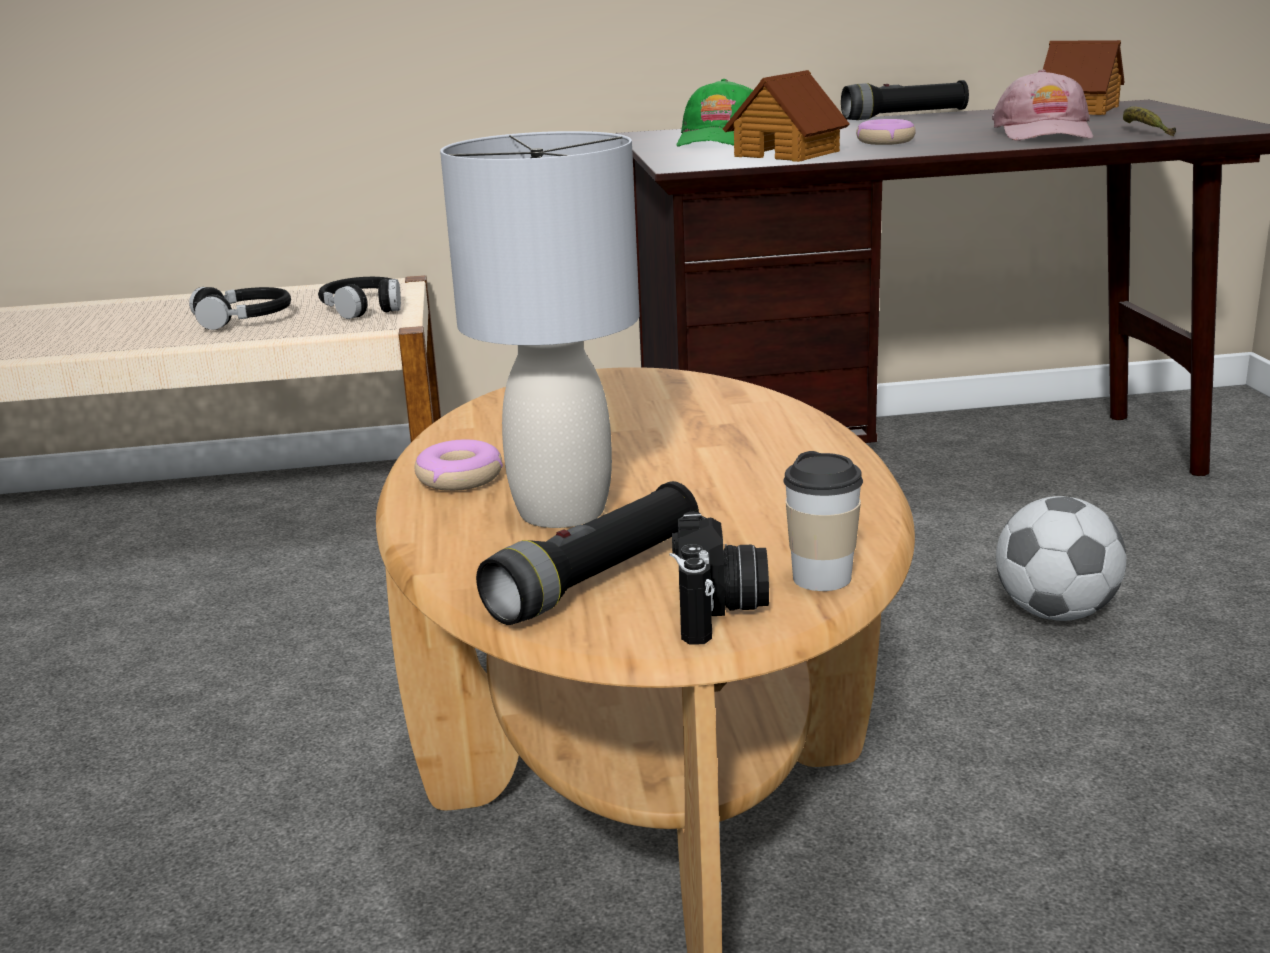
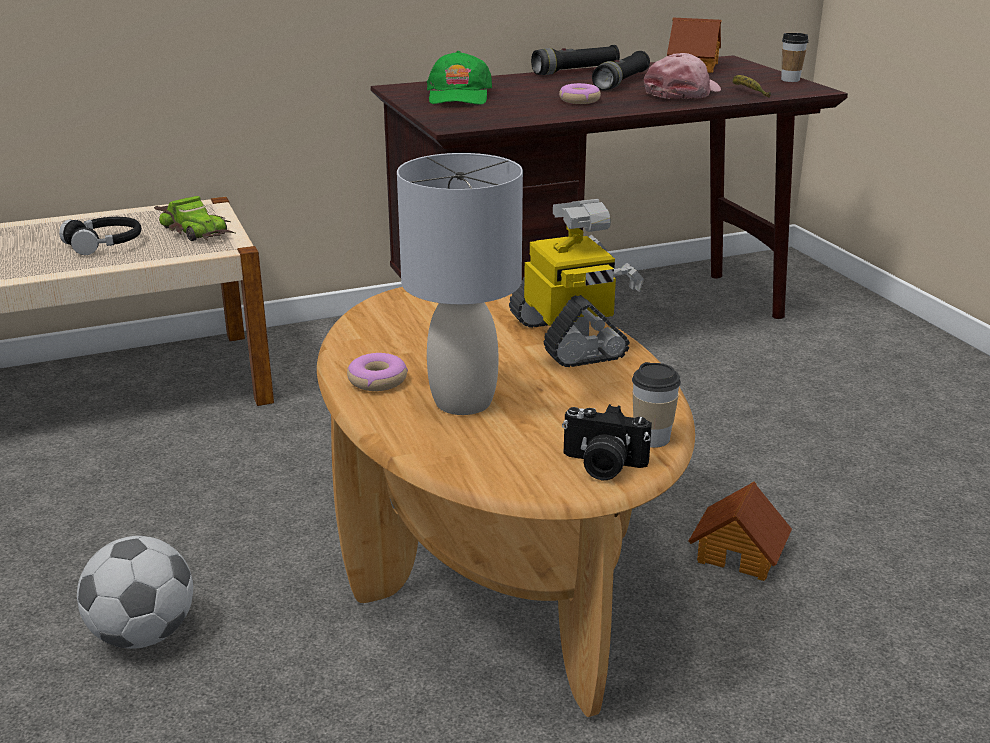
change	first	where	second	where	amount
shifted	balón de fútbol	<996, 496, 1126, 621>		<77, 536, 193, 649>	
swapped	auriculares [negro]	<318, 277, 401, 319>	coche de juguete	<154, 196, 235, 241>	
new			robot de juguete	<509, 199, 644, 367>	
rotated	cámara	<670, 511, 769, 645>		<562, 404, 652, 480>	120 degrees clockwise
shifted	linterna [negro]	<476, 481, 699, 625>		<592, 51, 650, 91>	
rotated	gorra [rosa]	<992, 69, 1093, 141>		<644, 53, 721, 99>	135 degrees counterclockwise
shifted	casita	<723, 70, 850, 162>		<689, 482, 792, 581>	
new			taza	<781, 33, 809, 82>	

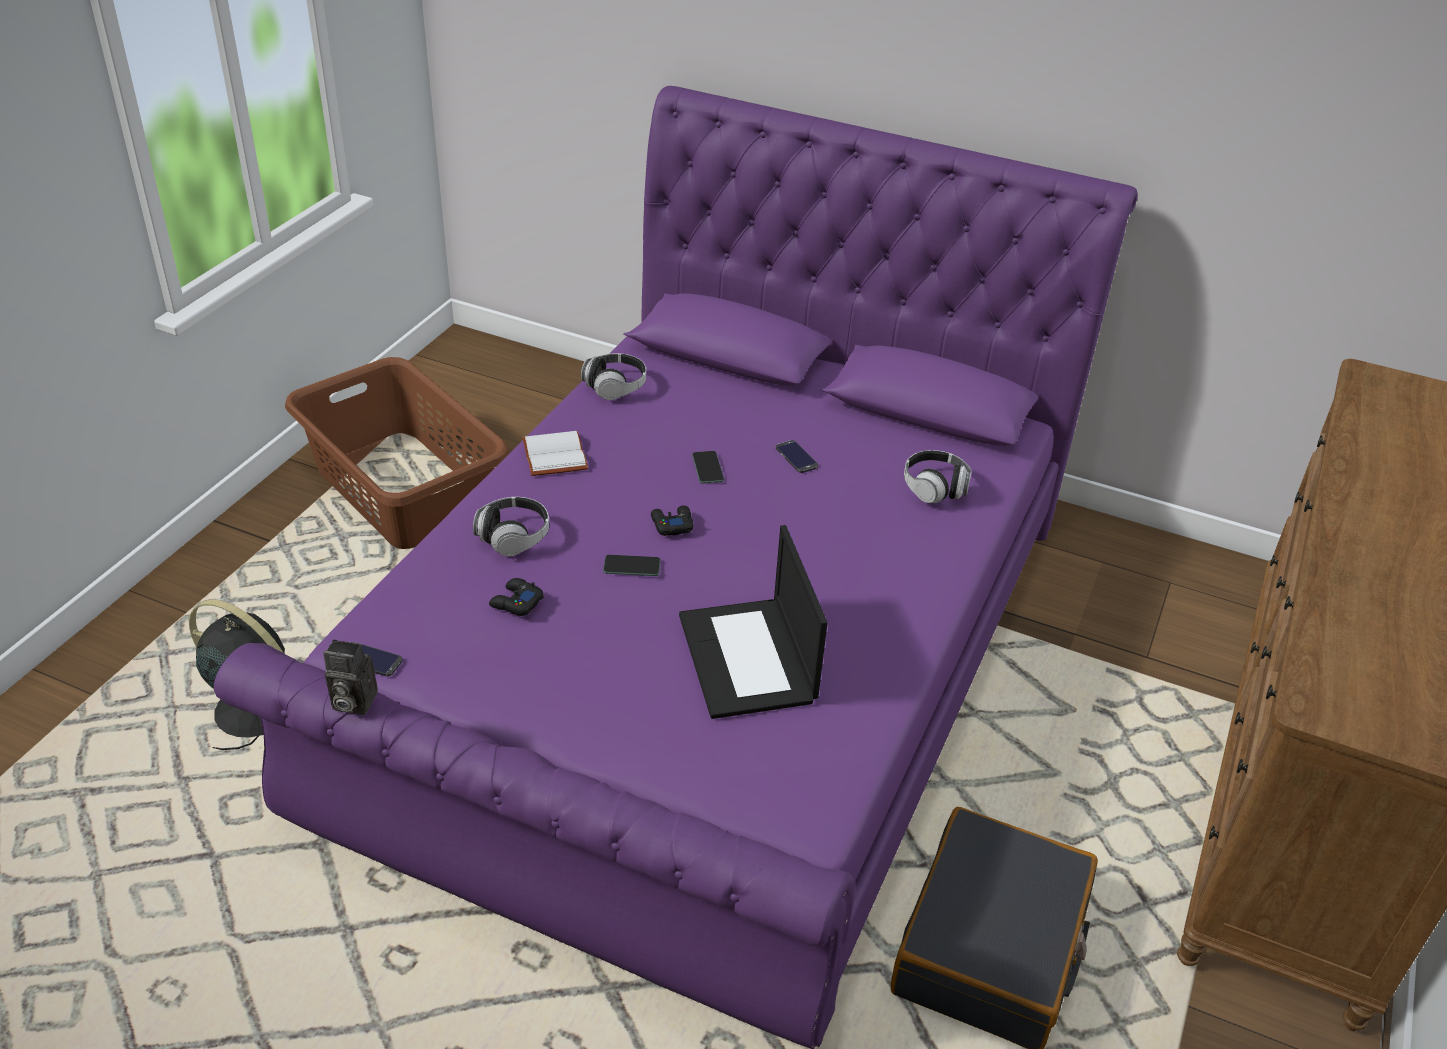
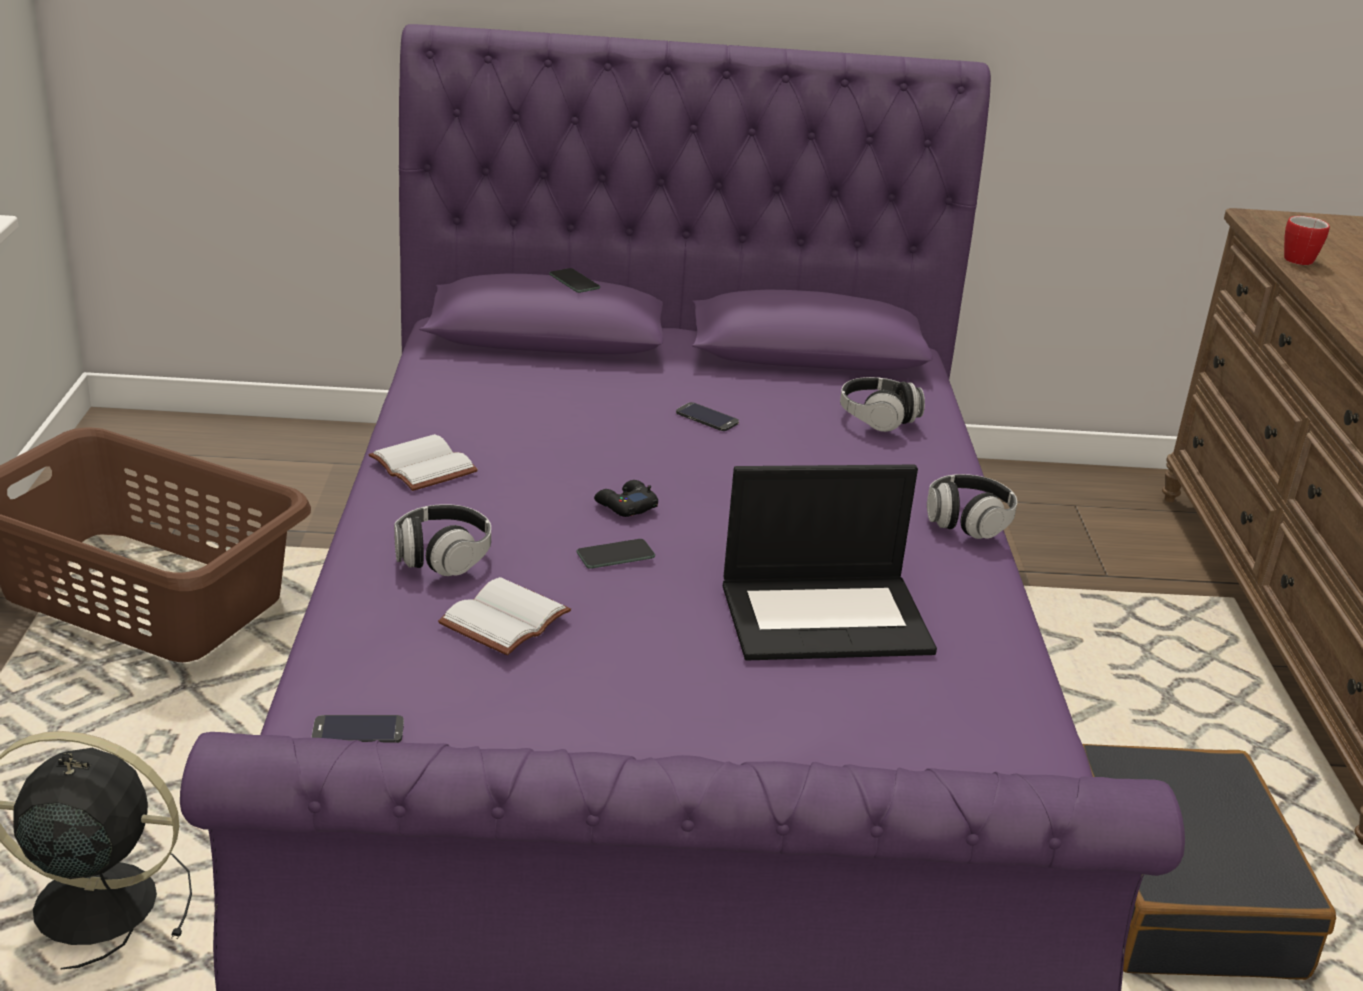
change	first	where	second	where	amount
swapped	mando de consola [negro]	<489, 578, 544, 616>	libro [blanco]	<438, 577, 571, 655>	
shifted	móvil	<692, 451, 724, 484>		<549, 268, 600, 293>	
rotated	portátil	<679, 525, 828, 719>		<723, 465, 937, 660>	60 degrees counterclockwise
shifted	auriculares	<581, 353, 646, 400>		<927, 474, 1017, 539>	
new			taza grande	<1284, 215, 1330, 265>	
gone	cámara	<323, 640, 378, 715>			

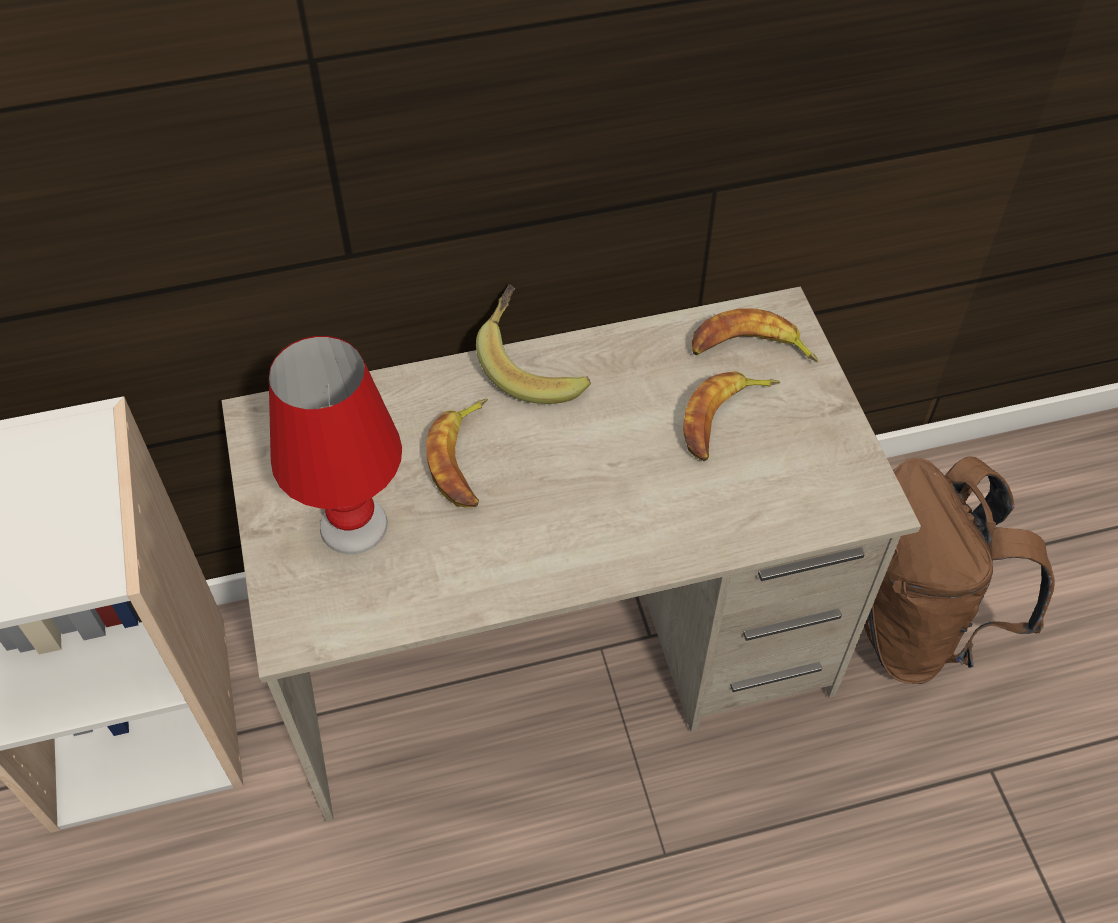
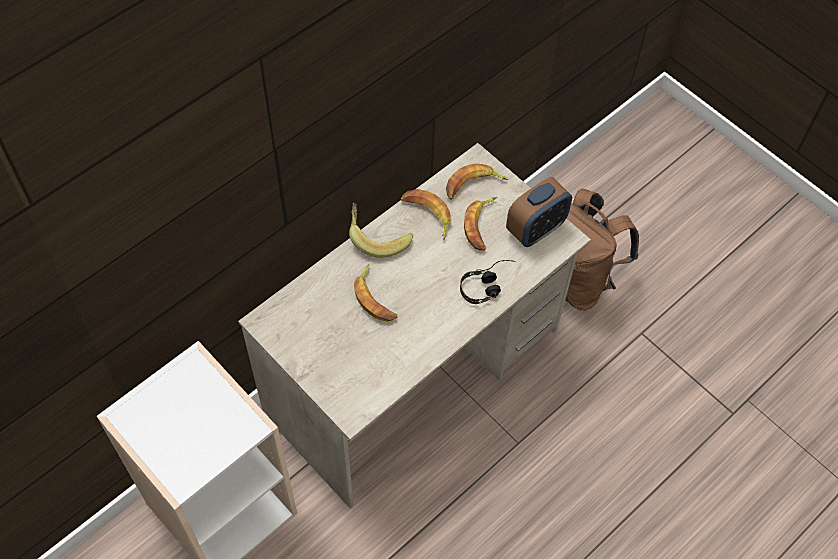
change	first	where	second	where	amount
new			plátano	<401, 189, 452, 240>	
new			auriculares	<460, 260, 516, 304>	
new			despertador	<506, 177, 572, 247>	
gone	lámpara de mesa [rojo]	<269, 336, 402, 554>			

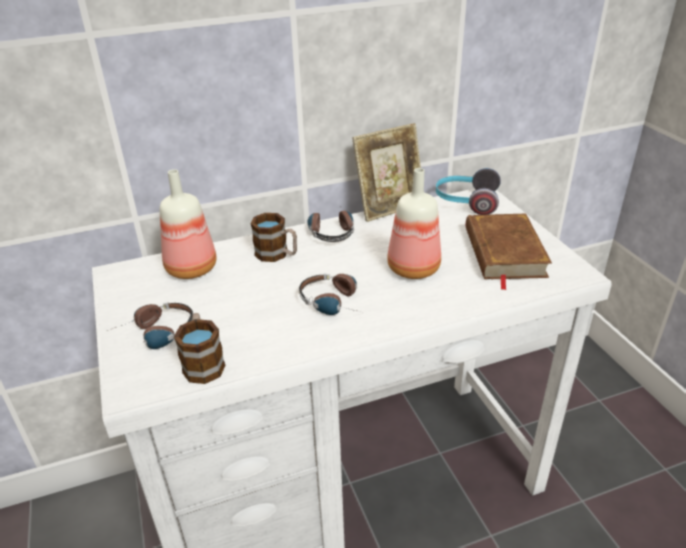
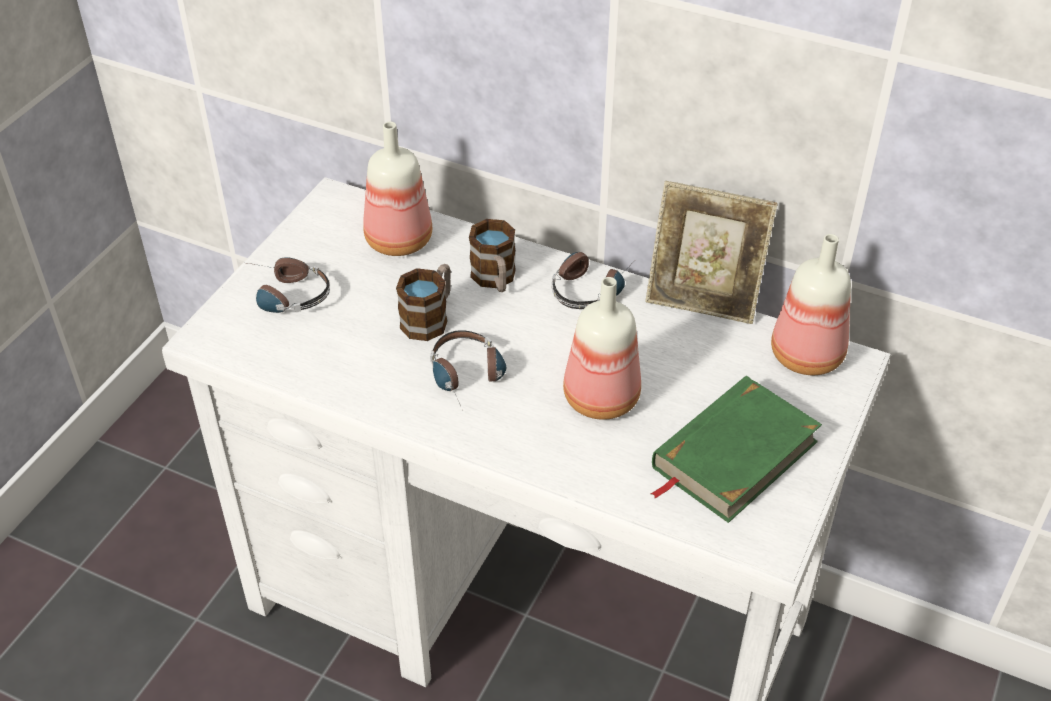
change	first	where	second	where	amount
shifted	taza grande	<174, 313, 225, 384>		<396, 264, 451, 341>	
repainted	libro [marrón]	<466, 214, 552, 290>	libro [verde]	<651, 376, 822, 523>	
swapped	auriculares	<436, 168, 501, 215>	botella	<771, 234, 851, 375>	

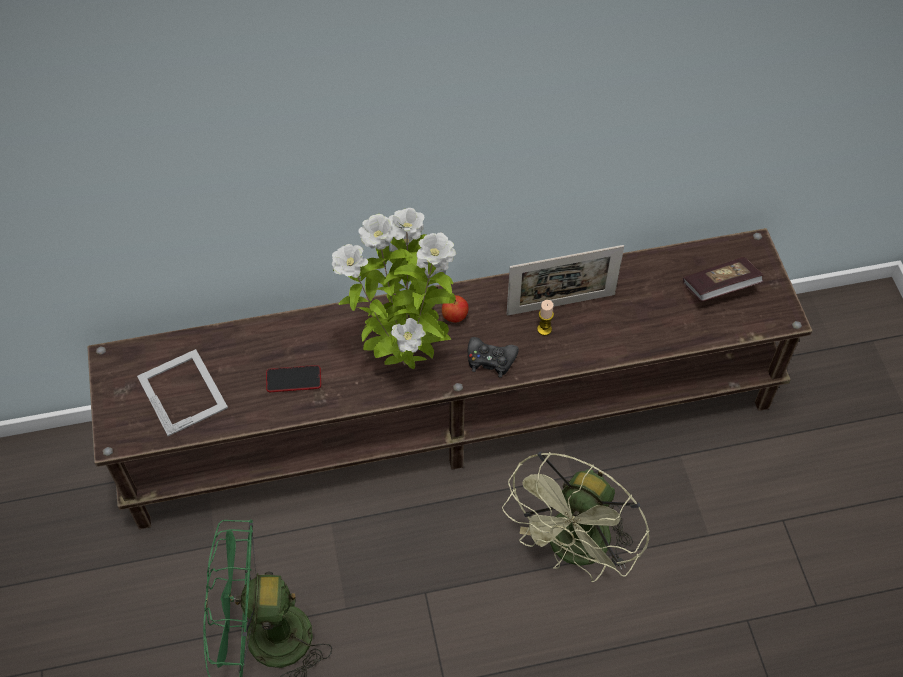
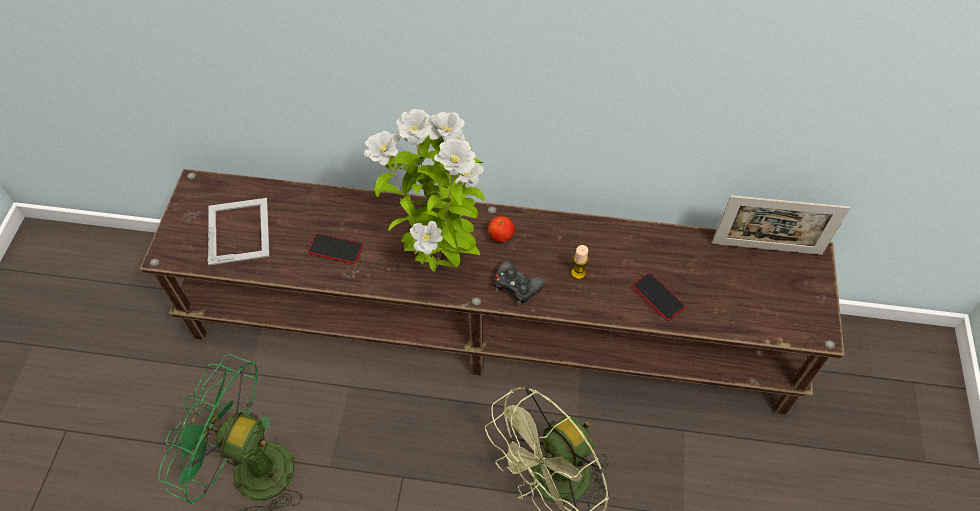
change	first	where	second	where	amount
new			móvil	<632, 273, 685, 321>	
shifted	portarretratos	<507, 245, 624, 316>		<712, 195, 850, 255>	
gone	libro	<683, 257, 764, 302>			

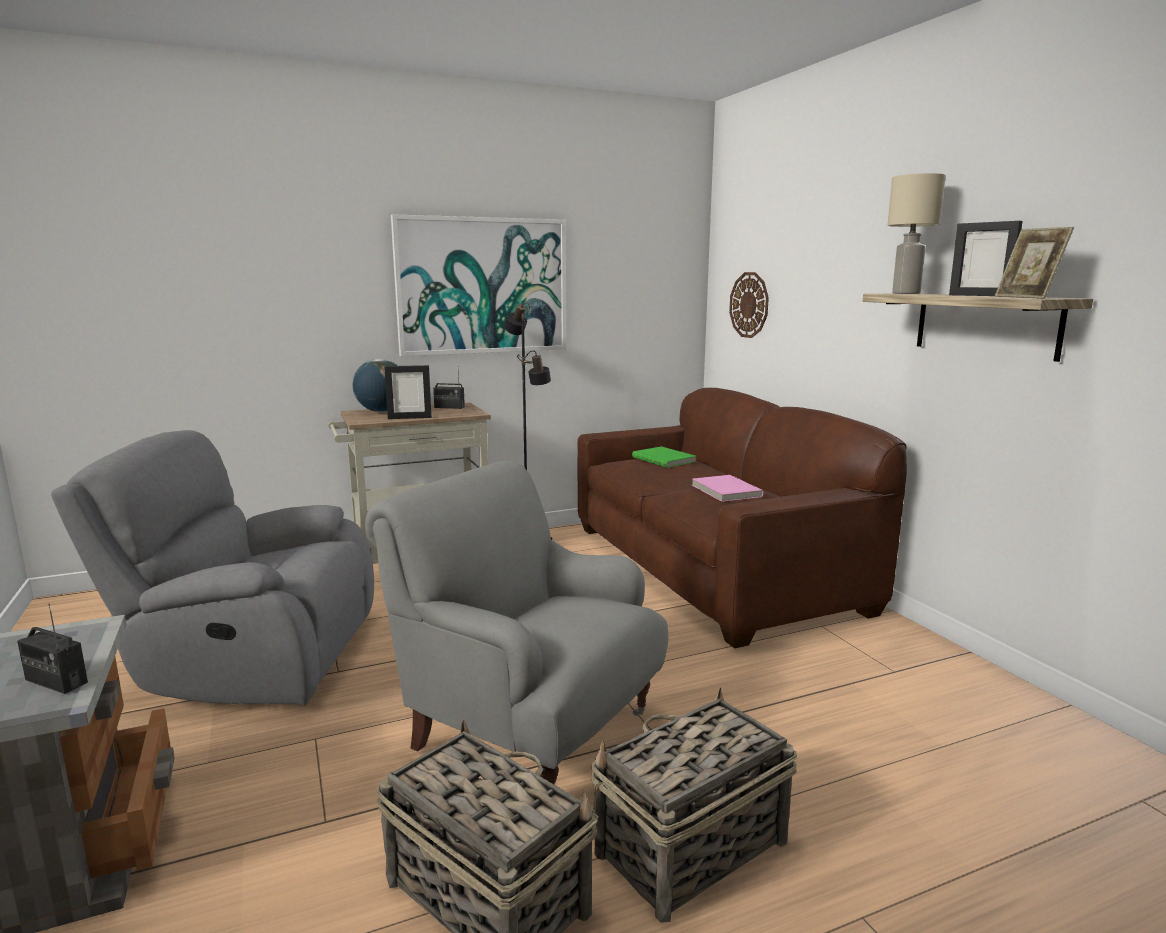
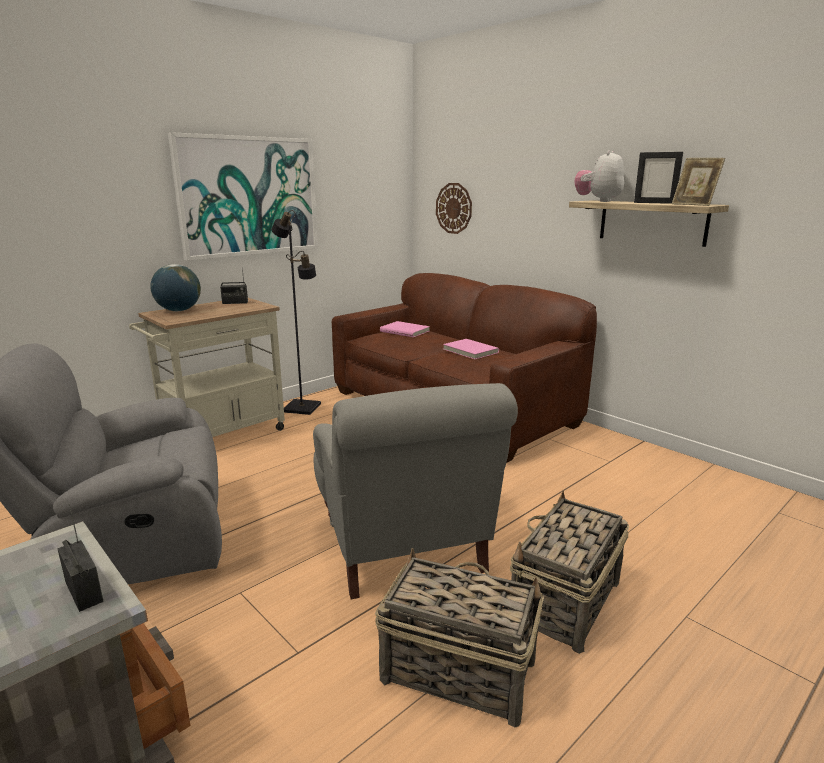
change	first	where	second	where	amount
rotated	radio	<17, 604, 88, 694>		<57, 503, 103, 612>	135 degrees counterclockwise
rotated	sillón [gris]	<365, 461, 668, 784>		<313, 383, 518, 599>	120 degrees counterclockwise
repainted	libro [verde]	<632, 446, 696, 468>	libro [rosa]	<380, 321, 430, 337>	
swapped	lámpara de mesa [beis]	<887, 173, 946, 294>	peluche	<575, 150, 624, 202>	
gone	portarretratos	<384, 365, 432, 419>			

